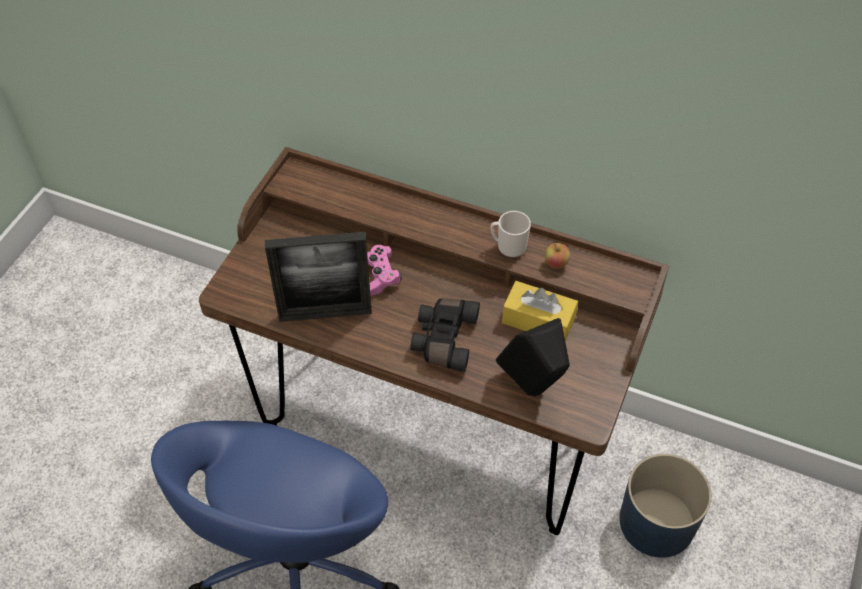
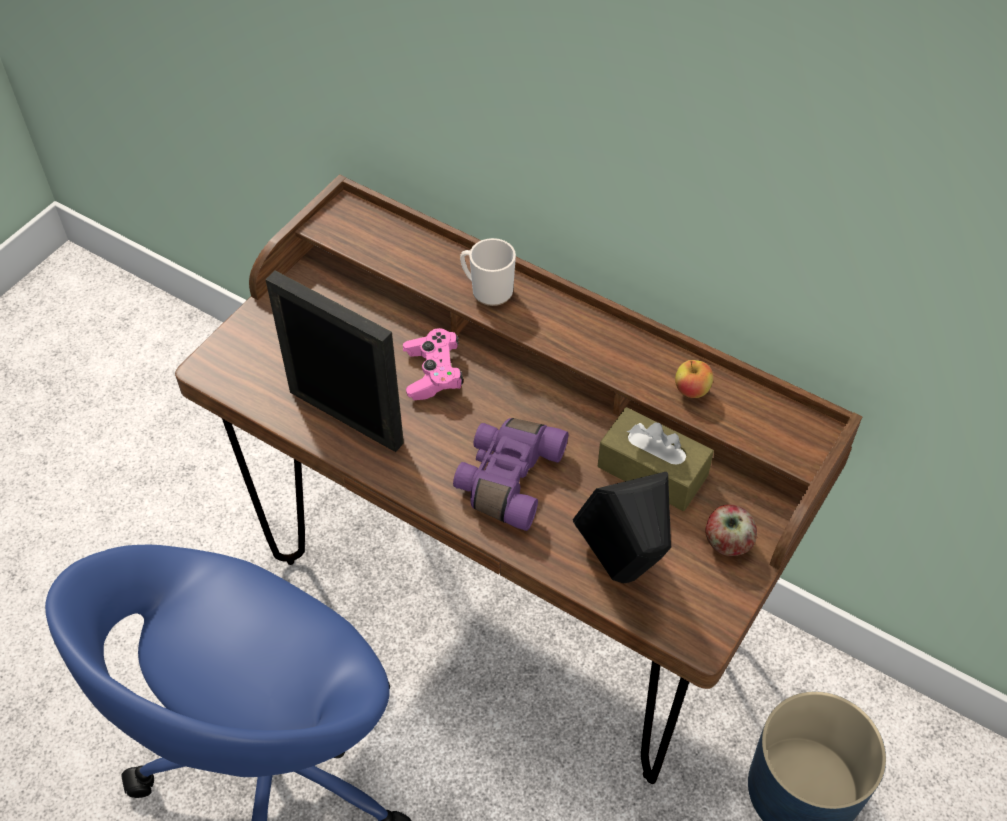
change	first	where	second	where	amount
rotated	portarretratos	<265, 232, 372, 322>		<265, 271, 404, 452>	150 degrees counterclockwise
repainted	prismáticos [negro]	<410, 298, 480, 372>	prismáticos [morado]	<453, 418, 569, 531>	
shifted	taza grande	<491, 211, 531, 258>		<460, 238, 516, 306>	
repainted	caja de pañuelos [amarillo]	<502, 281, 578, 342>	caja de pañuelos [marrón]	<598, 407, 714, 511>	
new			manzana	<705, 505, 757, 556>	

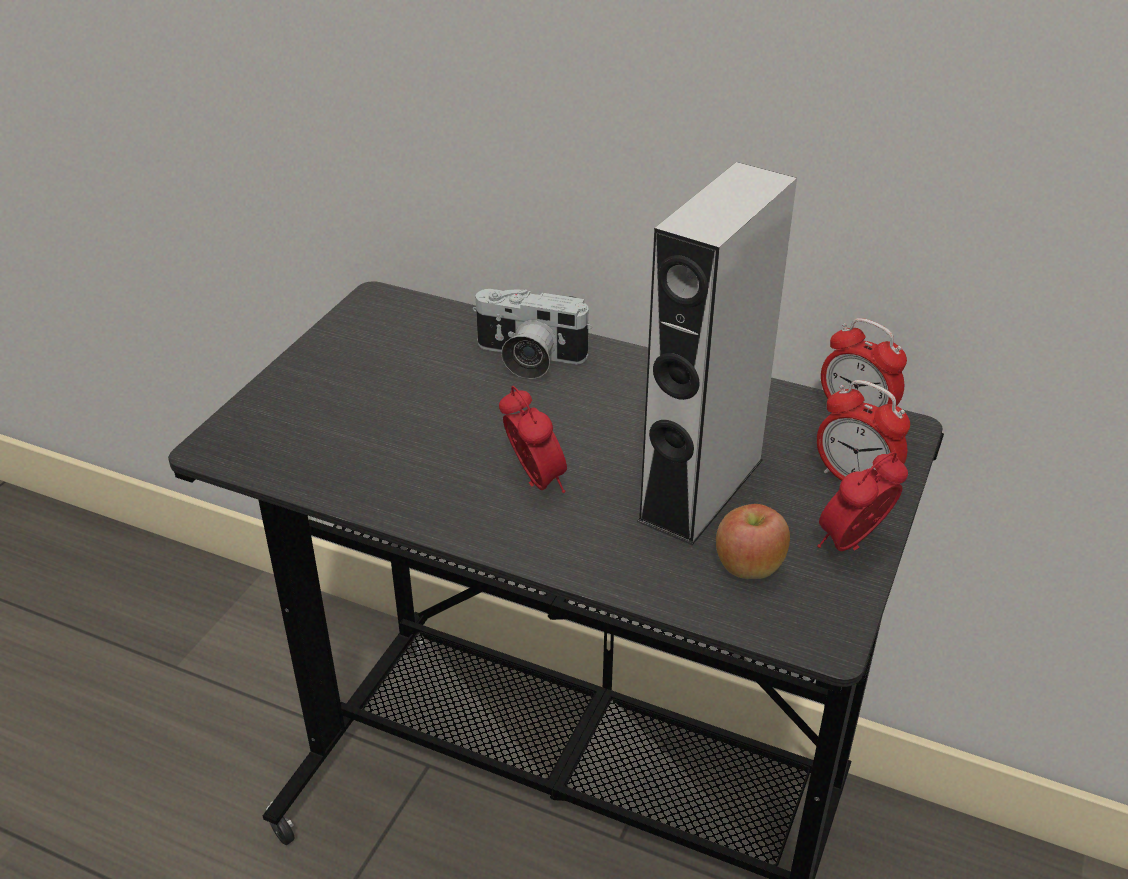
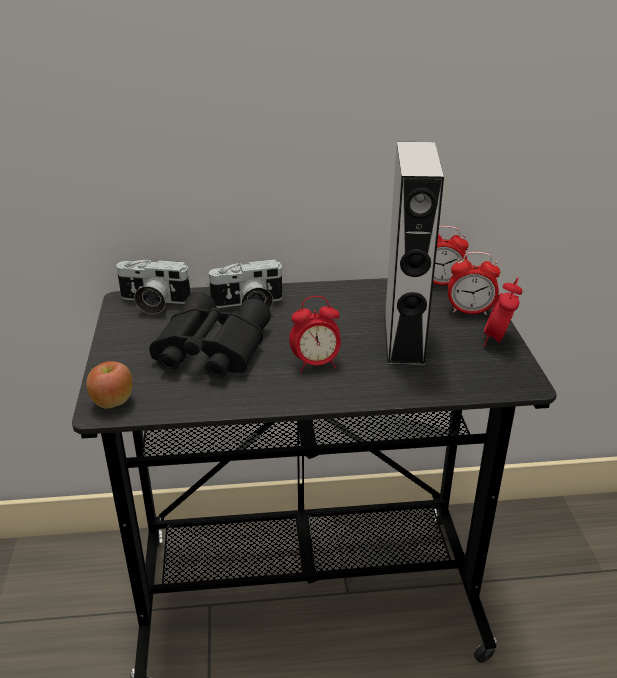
change	first	where	second	where	amount
shifted	manzana	<716, 504, 790, 579>		<86, 361, 133, 409>	
new			cámara	<116, 259, 191, 314>	
new			prismáticos [negro]	<149, 292, 271, 379>	
rotated	despertador	<499, 386, 567, 493>		<289, 296, 341, 372>	135 degrees clockwise

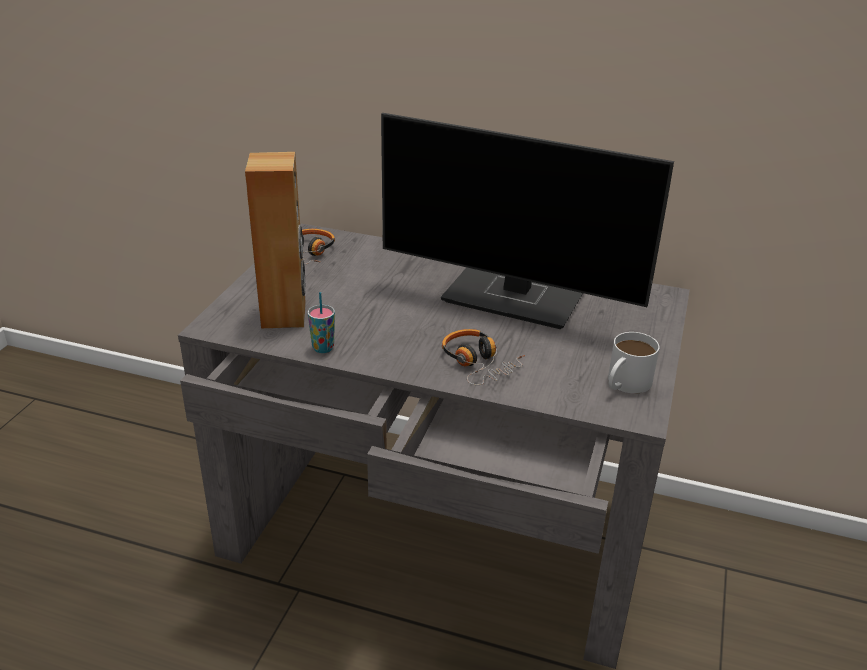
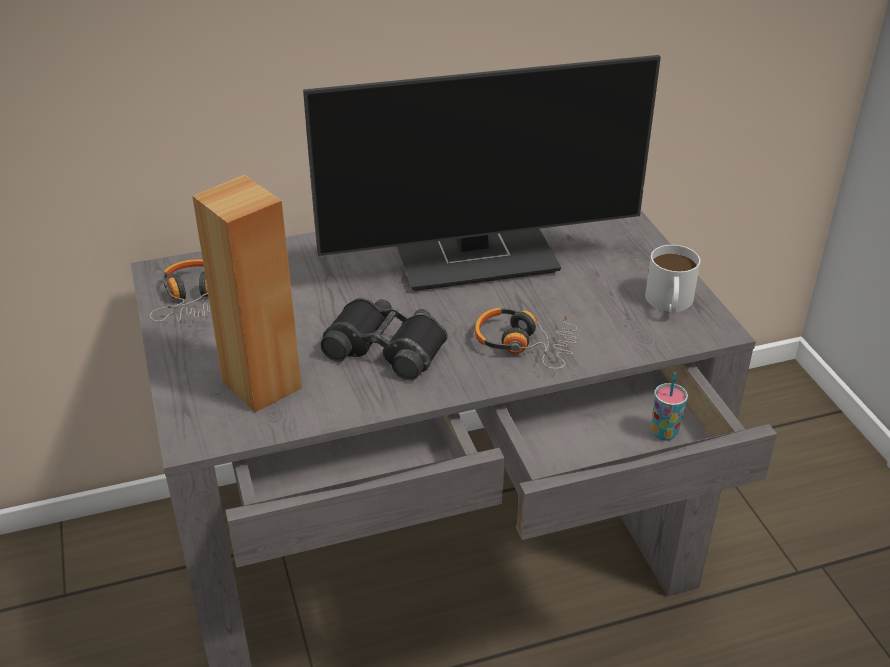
change	first	where	second	where	amount
new			prismáticos [negro]	<321, 298, 448, 381>	
shifted	taza	<308, 292, 335, 353>		<652, 373, 688, 441>	

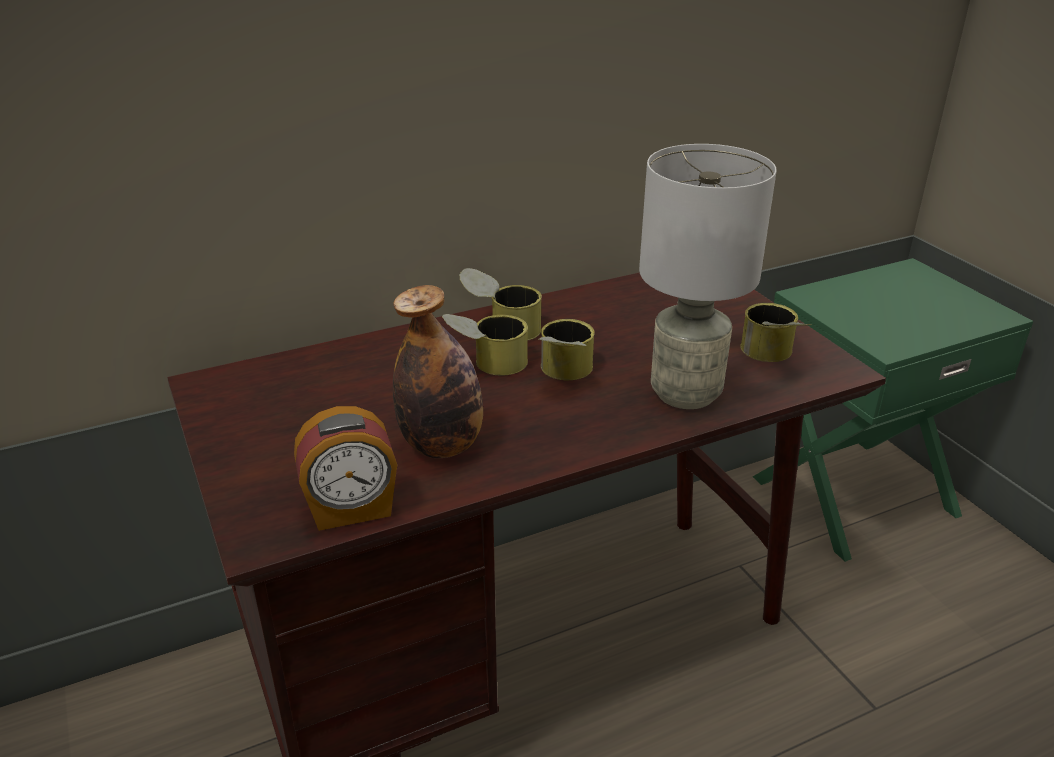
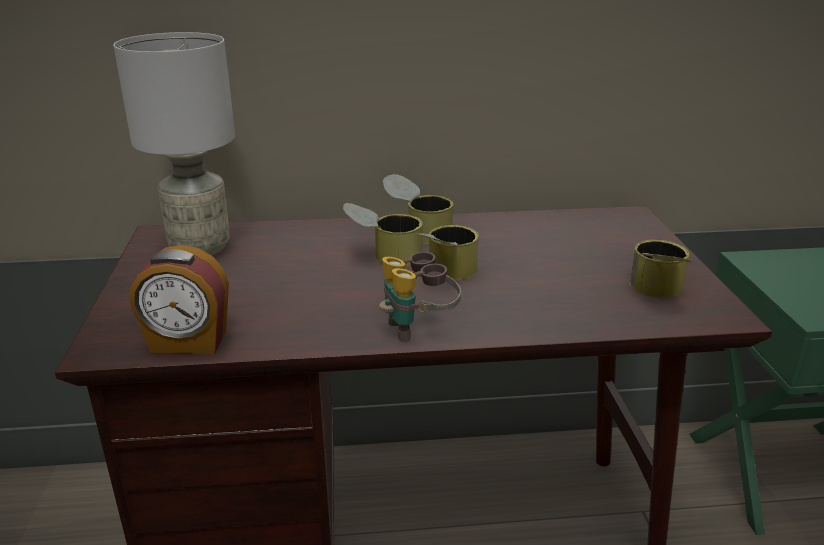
change	first	where	second	where	amount
shifted	lámpara de mesa [gris]	<639, 144, 776, 409>		<113, 32, 235, 256>	
new			prismáticos	<379, 252, 461, 342>	
gone	botella	<393, 285, 483, 458>			

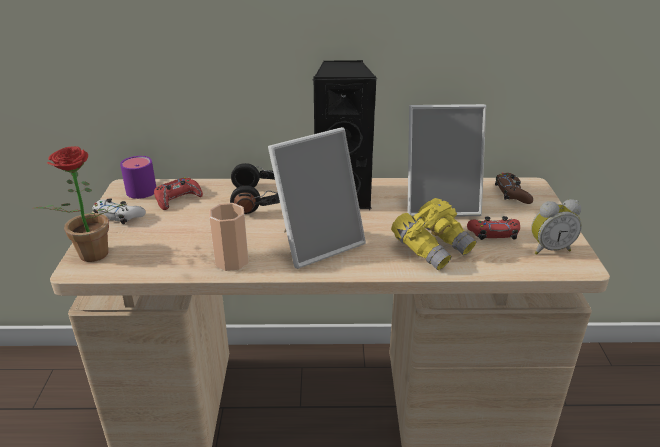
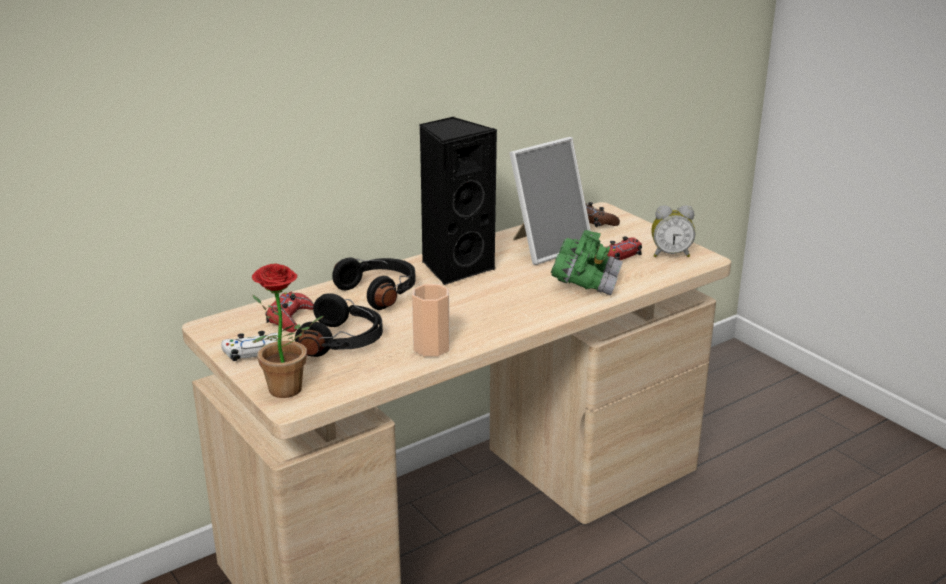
change	first	where	second	where	amount
new			auriculares [negro]	<295, 293, 383, 357>	
repainted	prismáticos [amarillo]	<391, 198, 477, 270>	prismáticos [verde]	<551, 230, 623, 296>	
rotated	despertador	<531, 199, 582, 255>		<651, 205, 695, 257>	45 degrees clockwise
gone	taza grande [morado]	<120, 156, 156, 199>			
gone	portarretratos	<268, 127, 366, 269>			

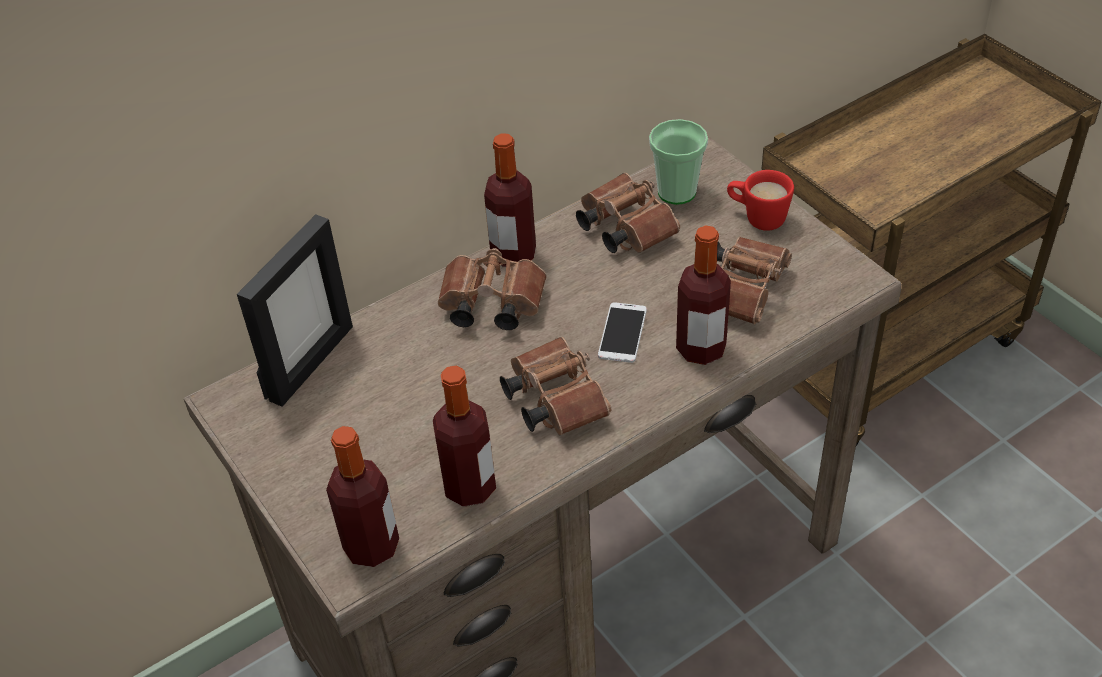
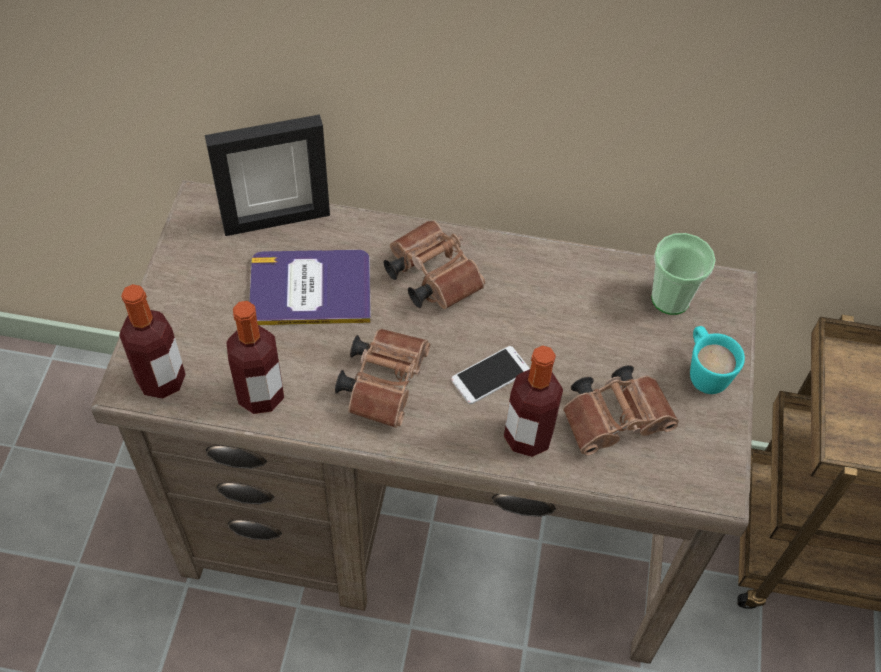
change	first	where	second	where	amount
new			libro	<249, 250, 371, 325>	
repainted	taza grande [rojo]	<727, 170, 794, 231>	taza grande [turquesa]	<690, 326, 745, 394>	
gone	botella	<484, 133, 536, 267>			
gone	prismáticos [marrón]	<576, 173, 680, 253>			

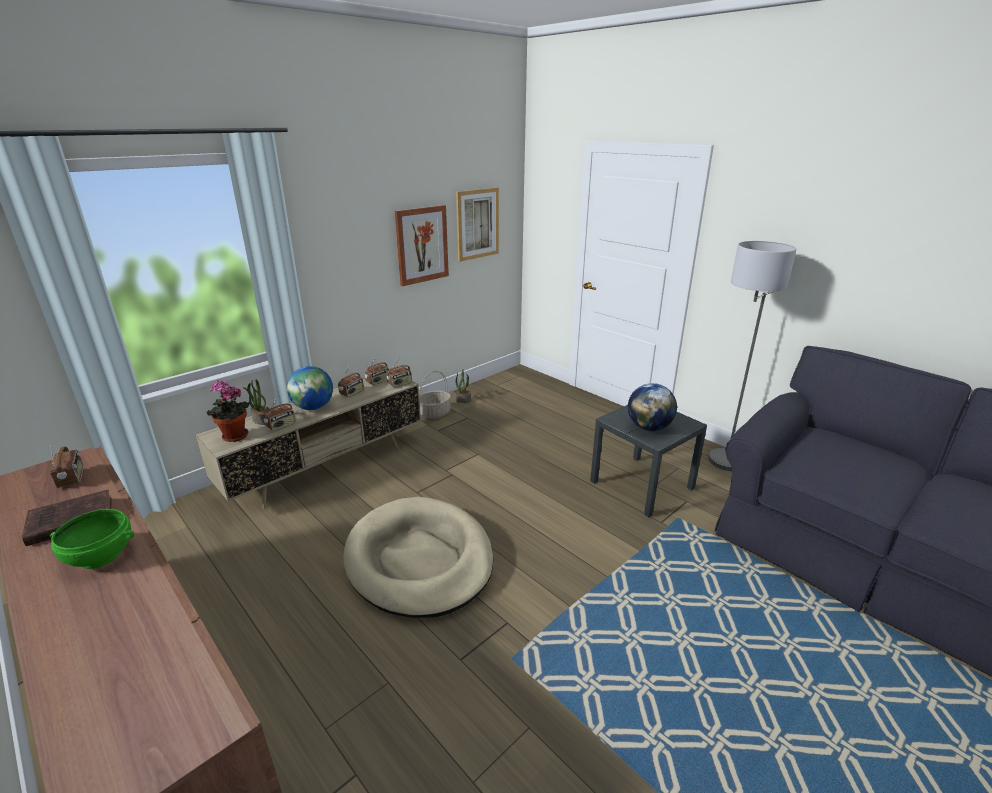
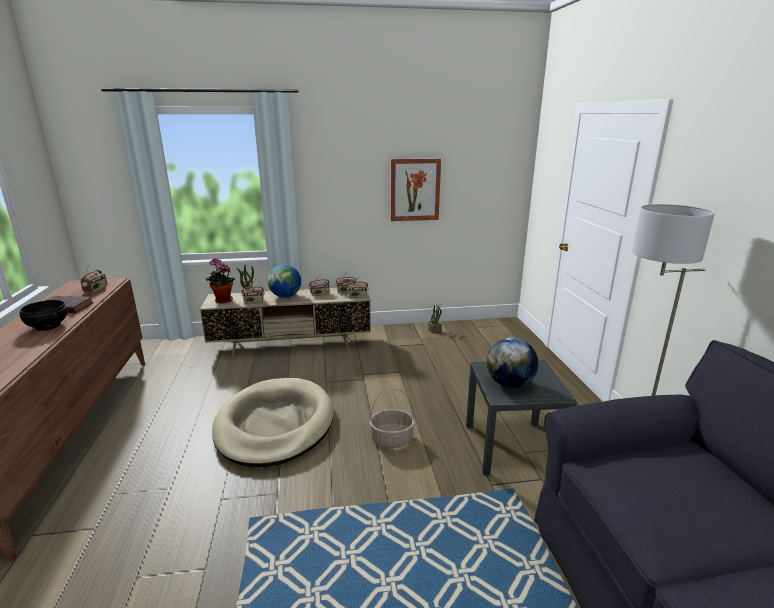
change	first	where	second	where	amount
repainted	cuenco [verde]	<50, 509, 134, 569>	cuenco [negro]	<19, 300, 67, 331>	
shifted	cesta	<419, 371, 451, 419>		<369, 388, 415, 448>	
gone	cuadro	<456, 187, 499, 262>			

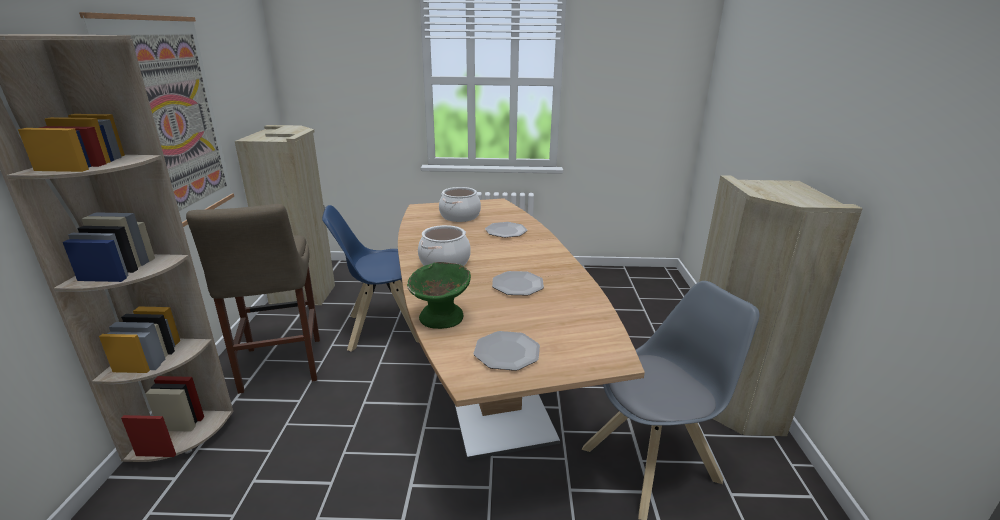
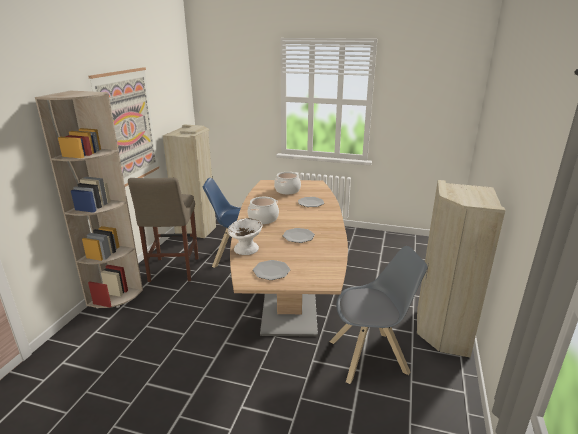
change	first	where	second	where	amount
repainted	cuenco [verde]	<407, 262, 471, 329>	cuenco [blanco]	<227, 218, 263, 255>	

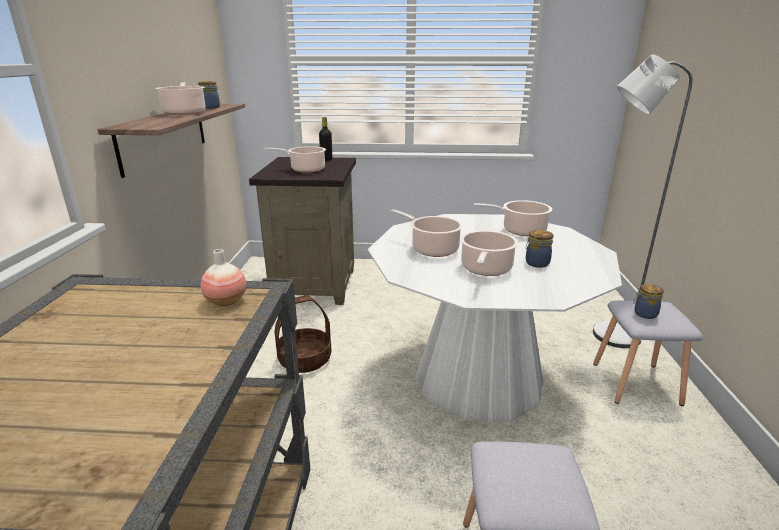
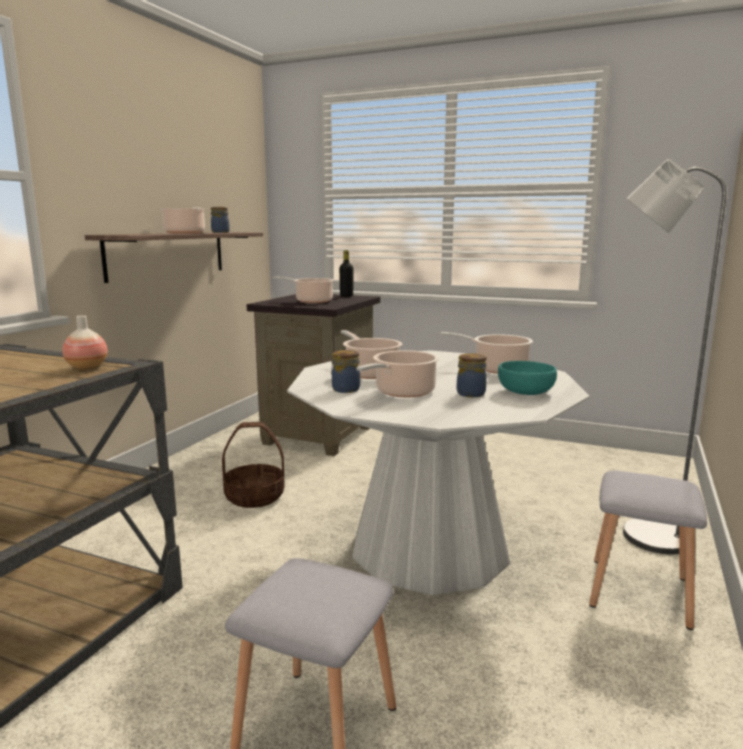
change	first	where	second	where	amount
shifted	tarro	<633, 284, 664, 319>		<331, 350, 360, 393>	
new			cuenco [turquesa]	<498, 361, 557, 395>	

